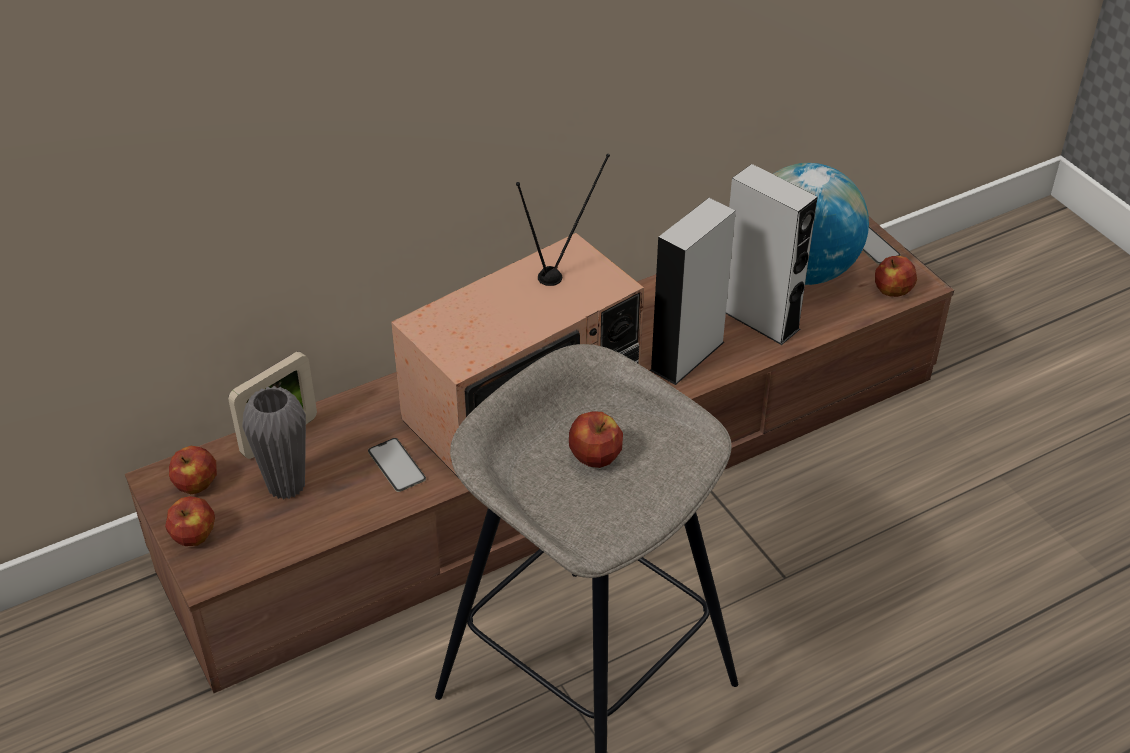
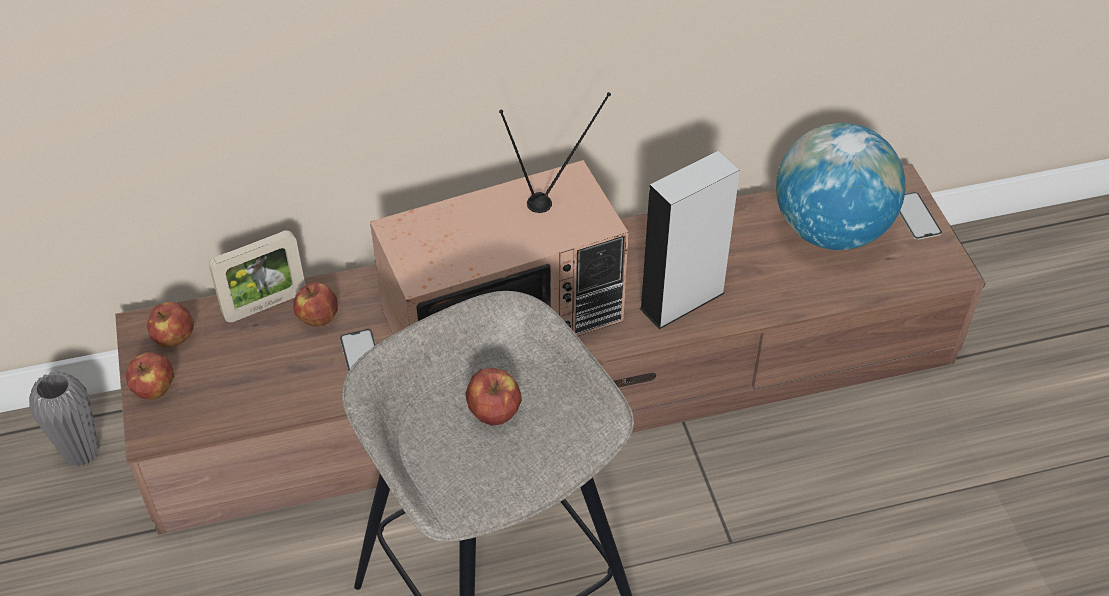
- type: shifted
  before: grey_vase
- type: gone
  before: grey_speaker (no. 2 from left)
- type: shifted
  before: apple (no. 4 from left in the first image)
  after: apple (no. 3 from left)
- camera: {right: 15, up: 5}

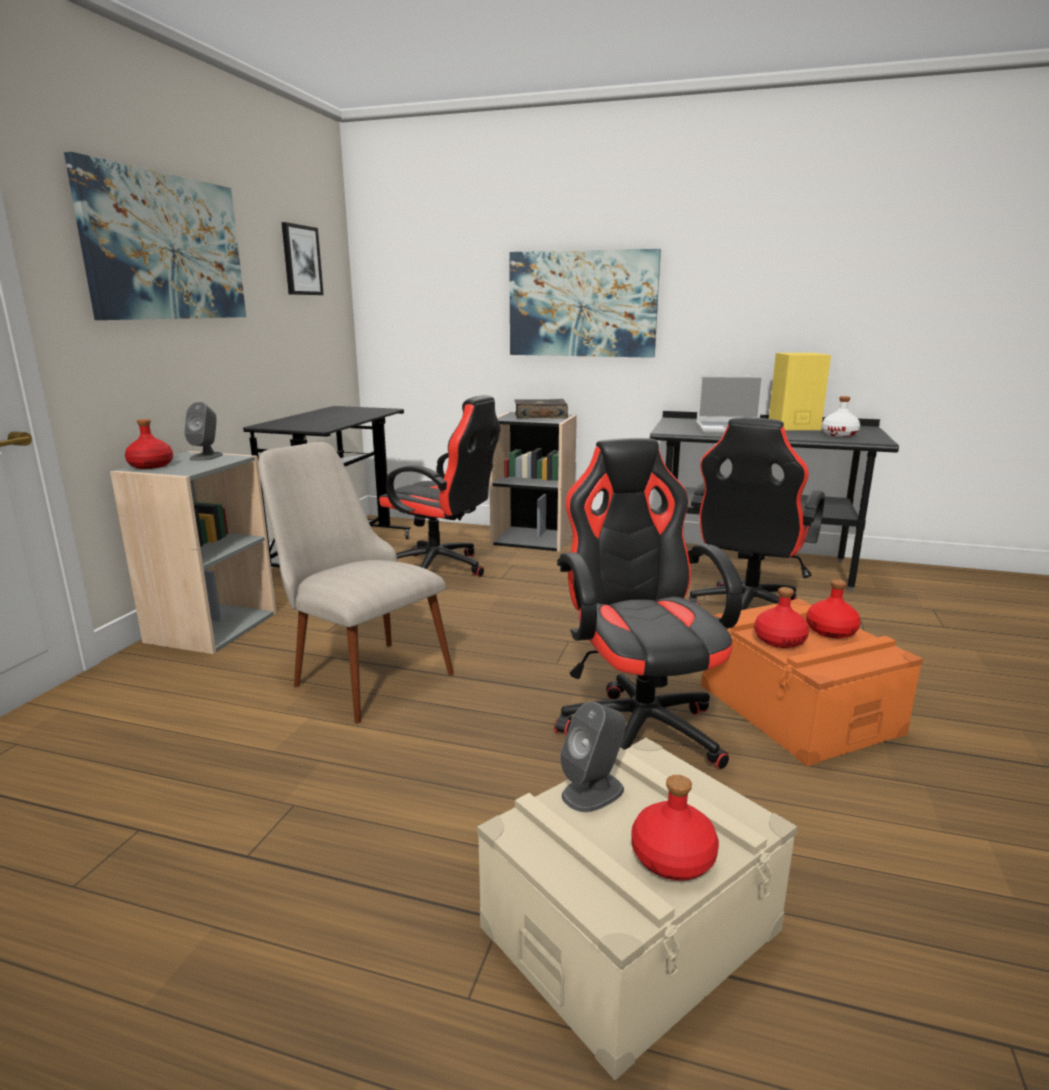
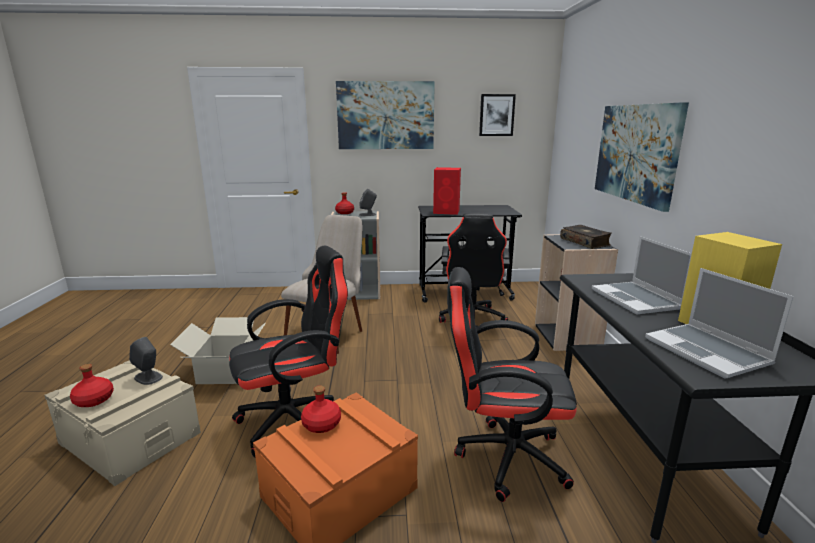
- type: gone
  before: red_bottle (no. 4 from left)
- type: swapped
  before: white_bottle
  after: laptop (no. 2 from left)
- type: new
  after: cardboard_box
- type: new
  after: red_speaker
- camera: {right: 70, up: 0}

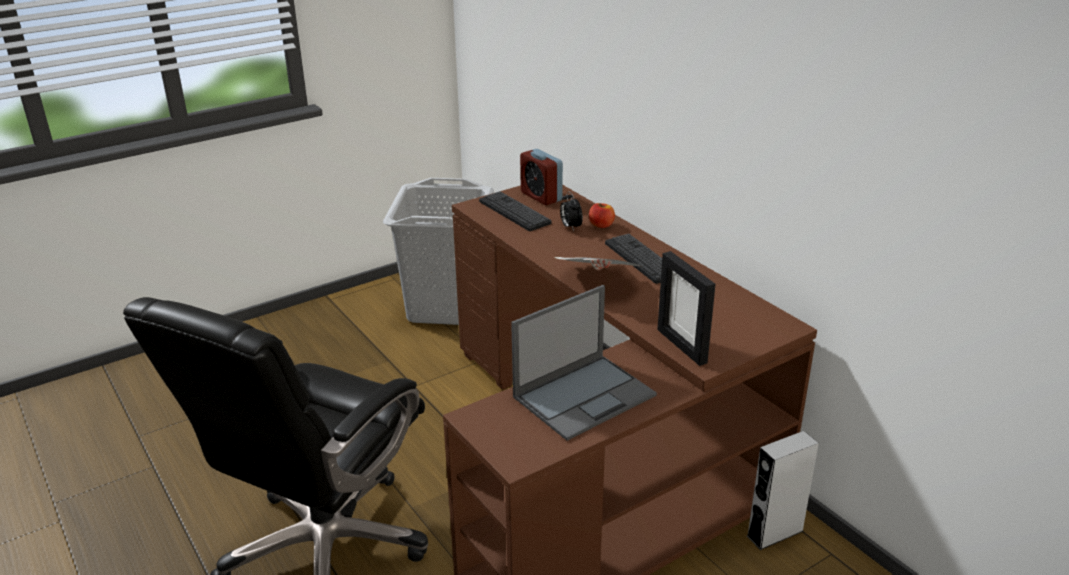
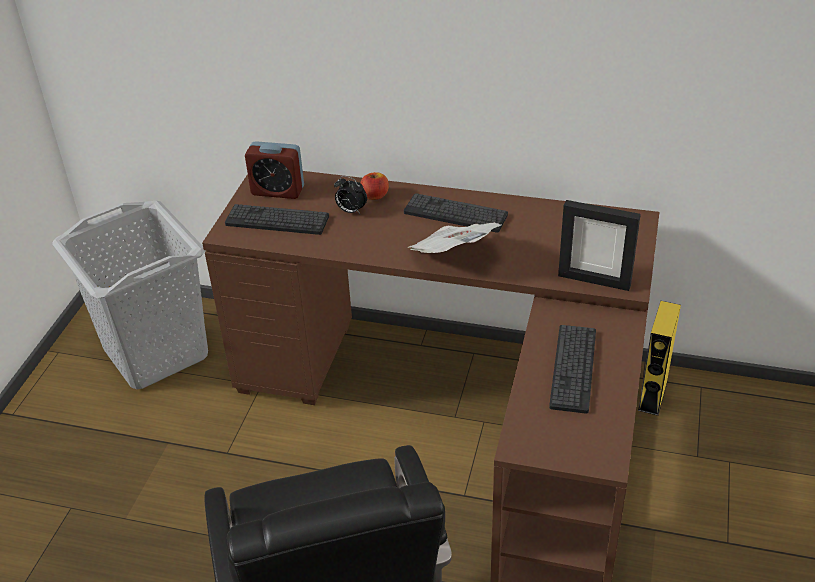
- type: swapped
  before: laptop
  after: keyboard (no. 3 from left)
- type: repainted
  before: grey_speaker
  after: yellow_speaker
- camera: {right: -40, up: 10}

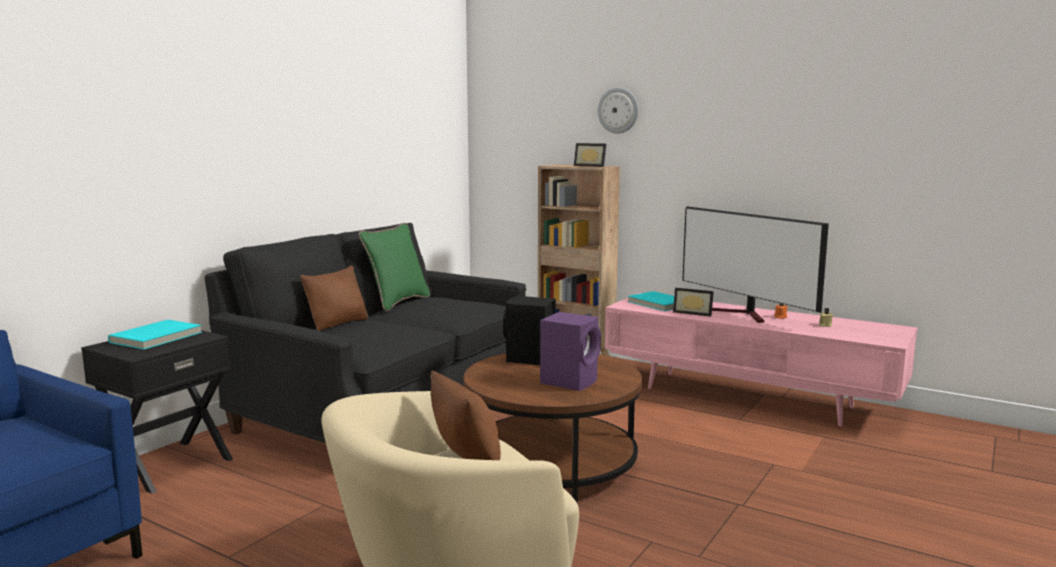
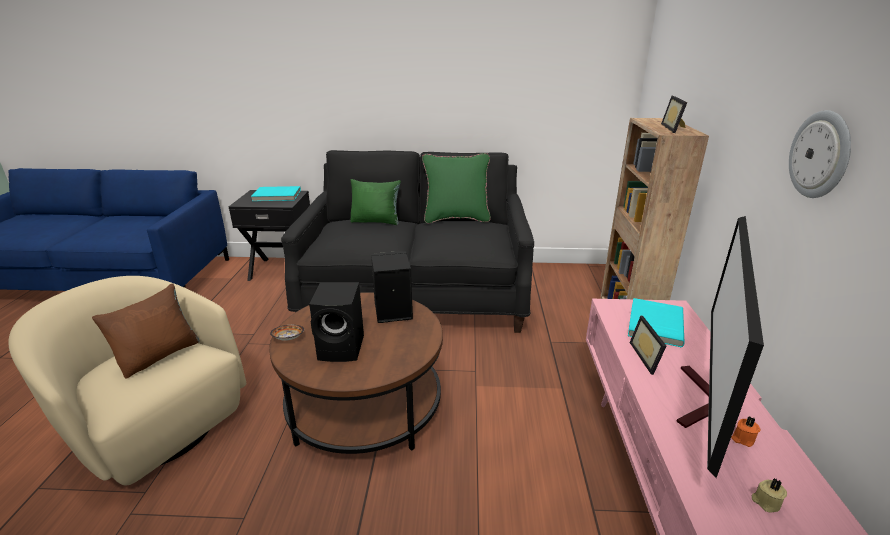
- type: repainted
  before: brown_pillow (no. 1 from left)
  after: green_pillow (no. 1 from left)
- type: repainted
  before: purple_speaker
  after: black_speaker (no. 1 from left)
- type: shifted
  before: wall_clock
- type: new
  after: bowl
- camera: {right: 60, up: 15}

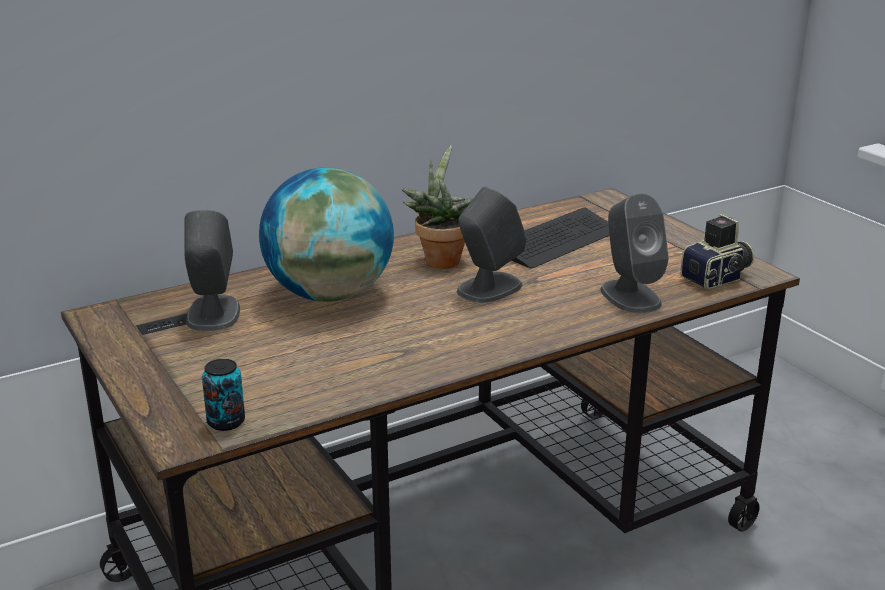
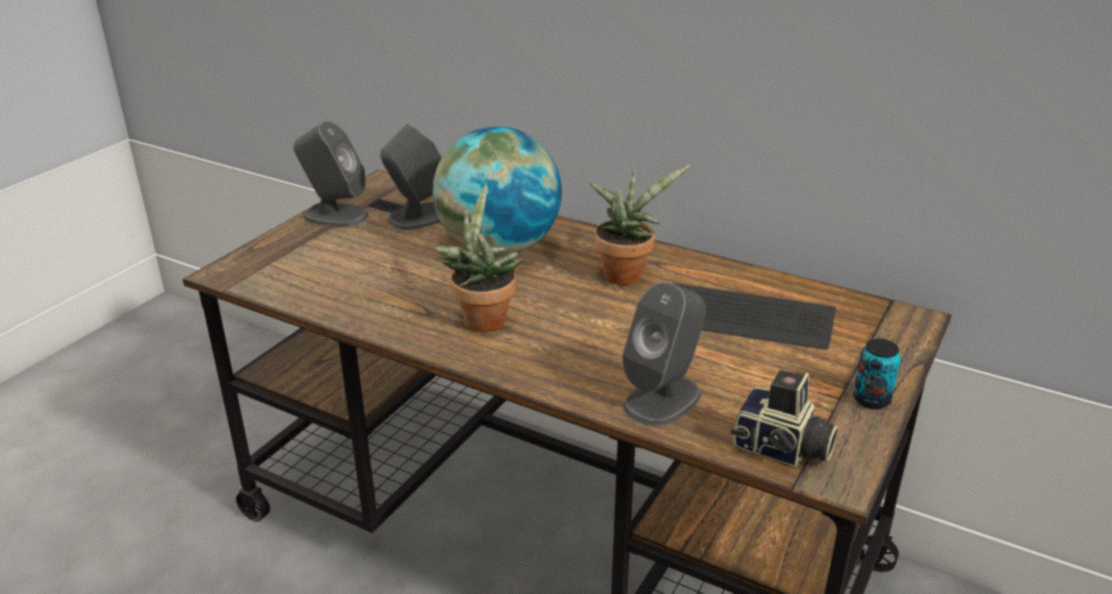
- type: shifted
  before: can
- type: shifted
  before: grey_speaker (no. 2 from left in the first image)
  after: grey_speaker (no. 1 from left)
- type: new
  after: potted_plant (no. 1 from left)
- camera: {right: 60, up: 5}

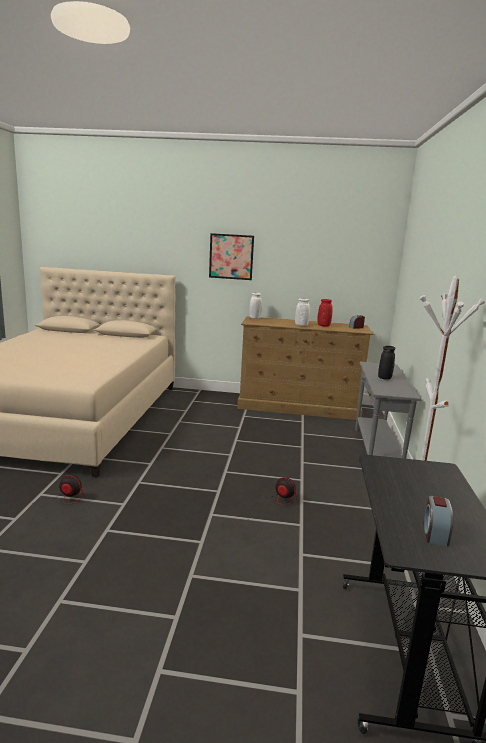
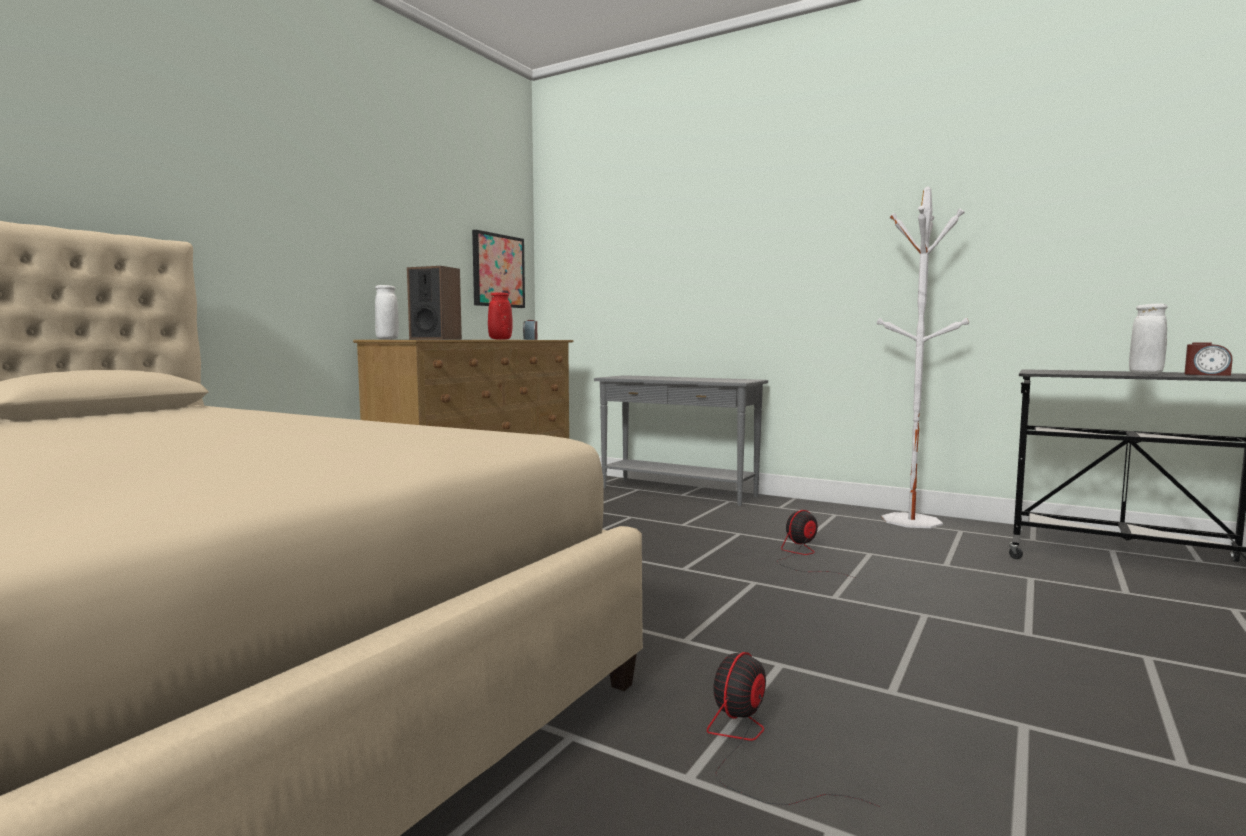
- type: shifted
  before: picture
- type: shifted
  before: white_vase (no. 2 from left)
- type: gone
  before: black_vase
- type: new
  after: speaker
- camera: {right: -65, up: -10}

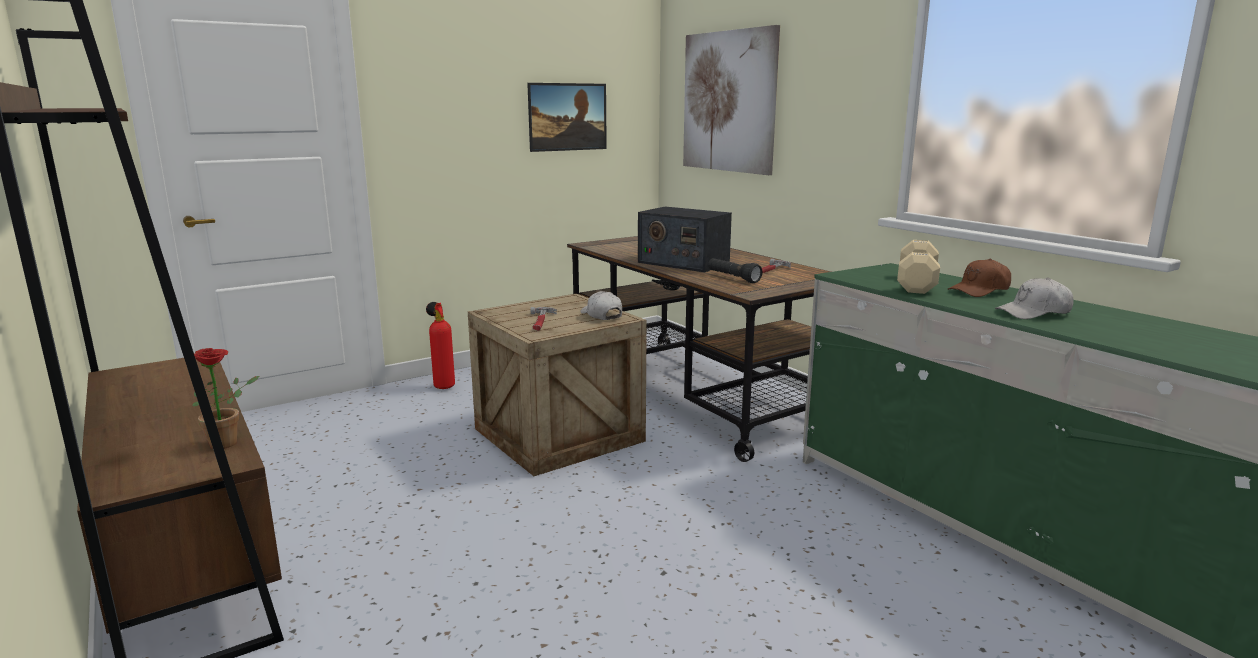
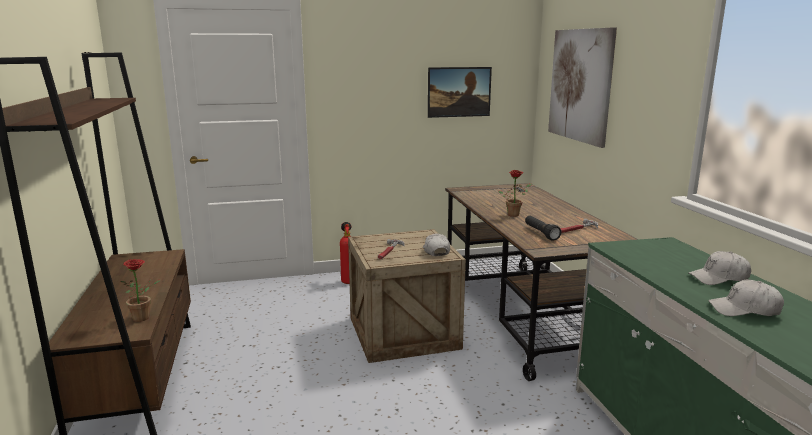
- type: swapped
  before: radio
  after: potted_plant (no. 2 from left)
- type: gone
  before: beige_dumbbell
- type: repainted
  before: brown_cap
  after: white_cap (no. 2 from left)
- camera: {right: 20, up: 0}

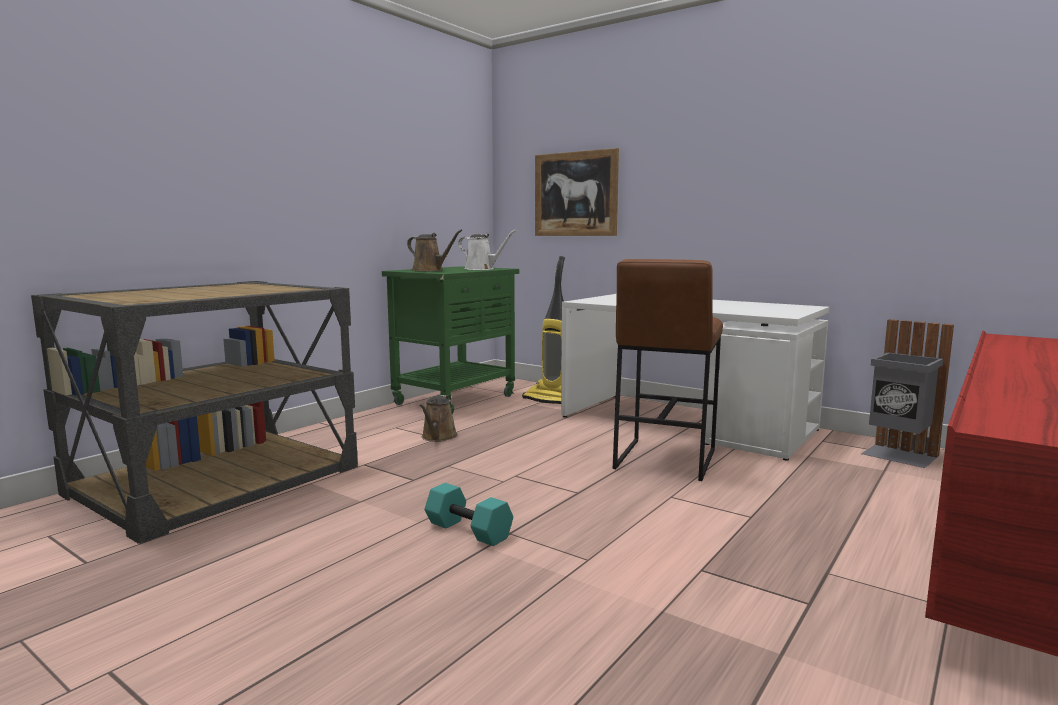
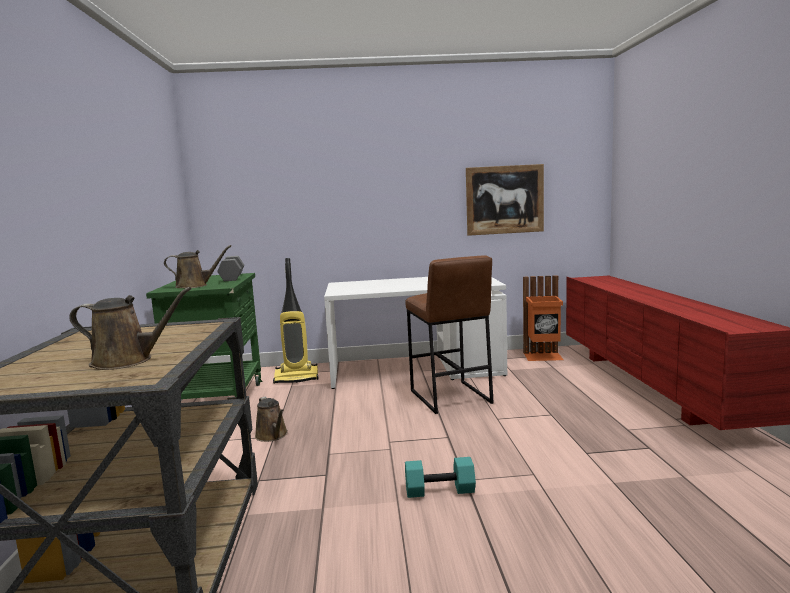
- type: swapped
  before: white_watering_can
  after: grey_dumbbell
- type: shifted
  before: picture
- type: repainted
  before: grey_trash_can
  after: orange_trash_can
- type: new
  after: brown_watering_can (no. 1 from left)
- camera: {right: -40, up: 0}

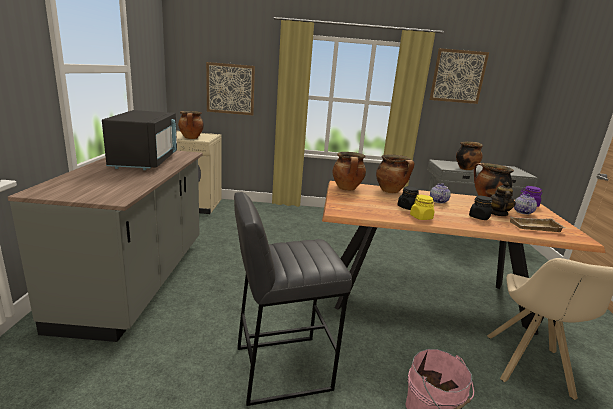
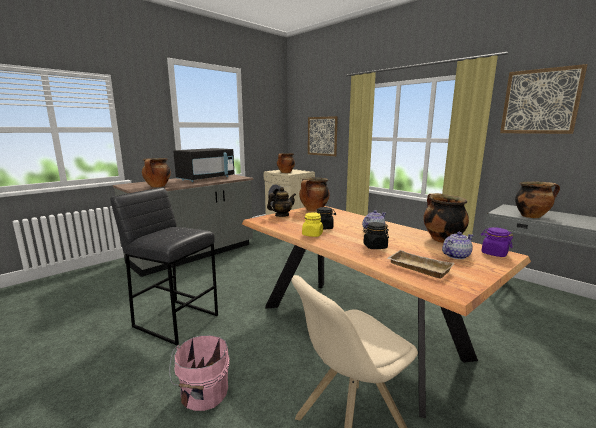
- type: shifted
  before: cooking_pot (no. 3 from left in the first image)
  after: cooking_pot (no. 1 from left)
- type: shifted
  before: teapot (no. 2 from left in the first image)
  after: teapot (no. 1 from left)
- camera: {right: 45, up: -5}

